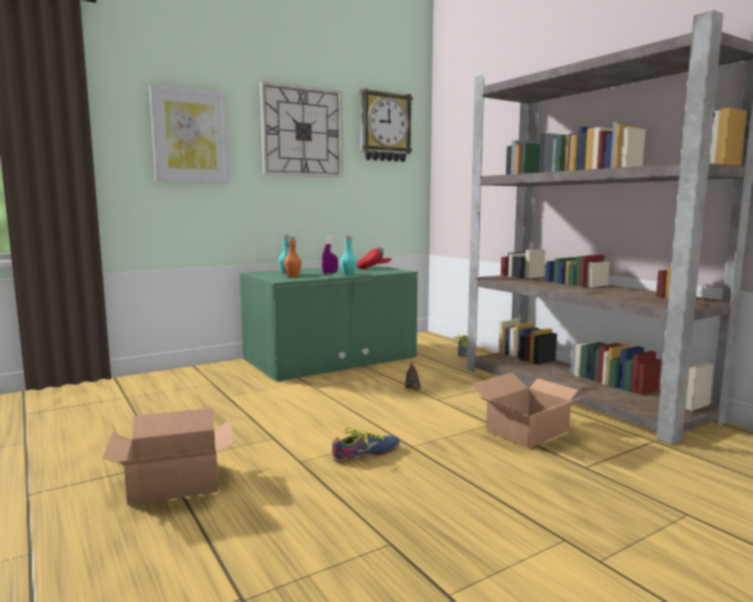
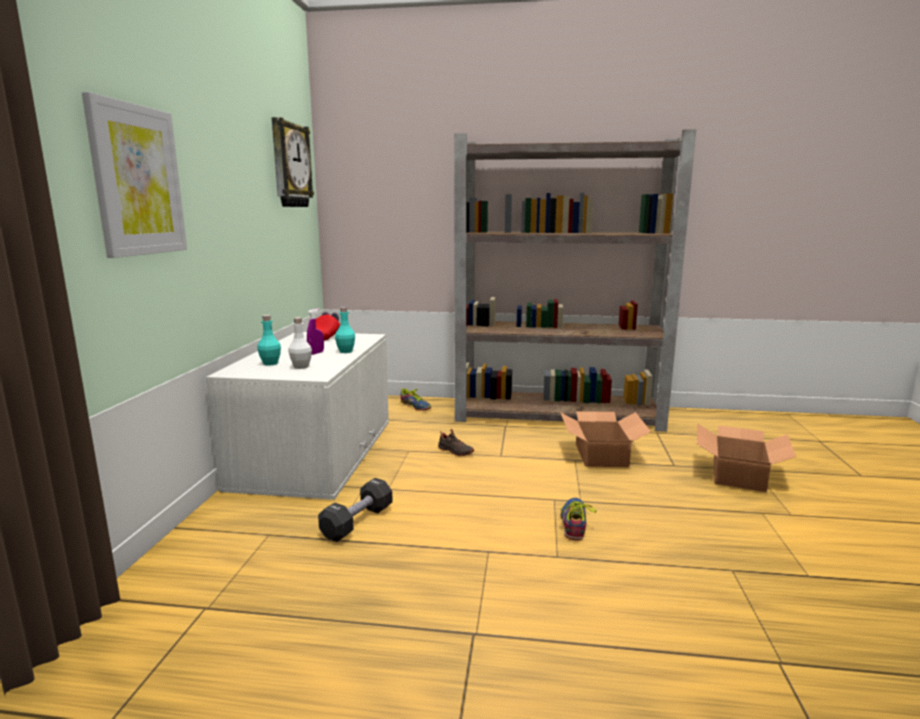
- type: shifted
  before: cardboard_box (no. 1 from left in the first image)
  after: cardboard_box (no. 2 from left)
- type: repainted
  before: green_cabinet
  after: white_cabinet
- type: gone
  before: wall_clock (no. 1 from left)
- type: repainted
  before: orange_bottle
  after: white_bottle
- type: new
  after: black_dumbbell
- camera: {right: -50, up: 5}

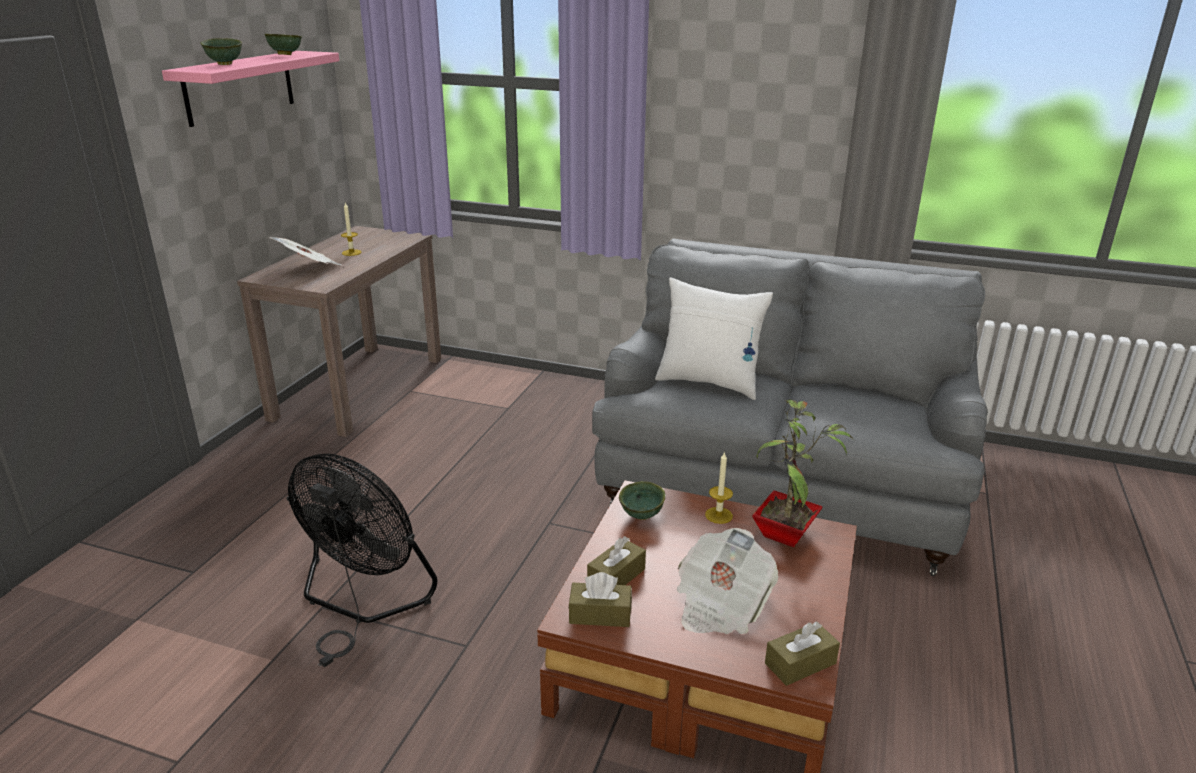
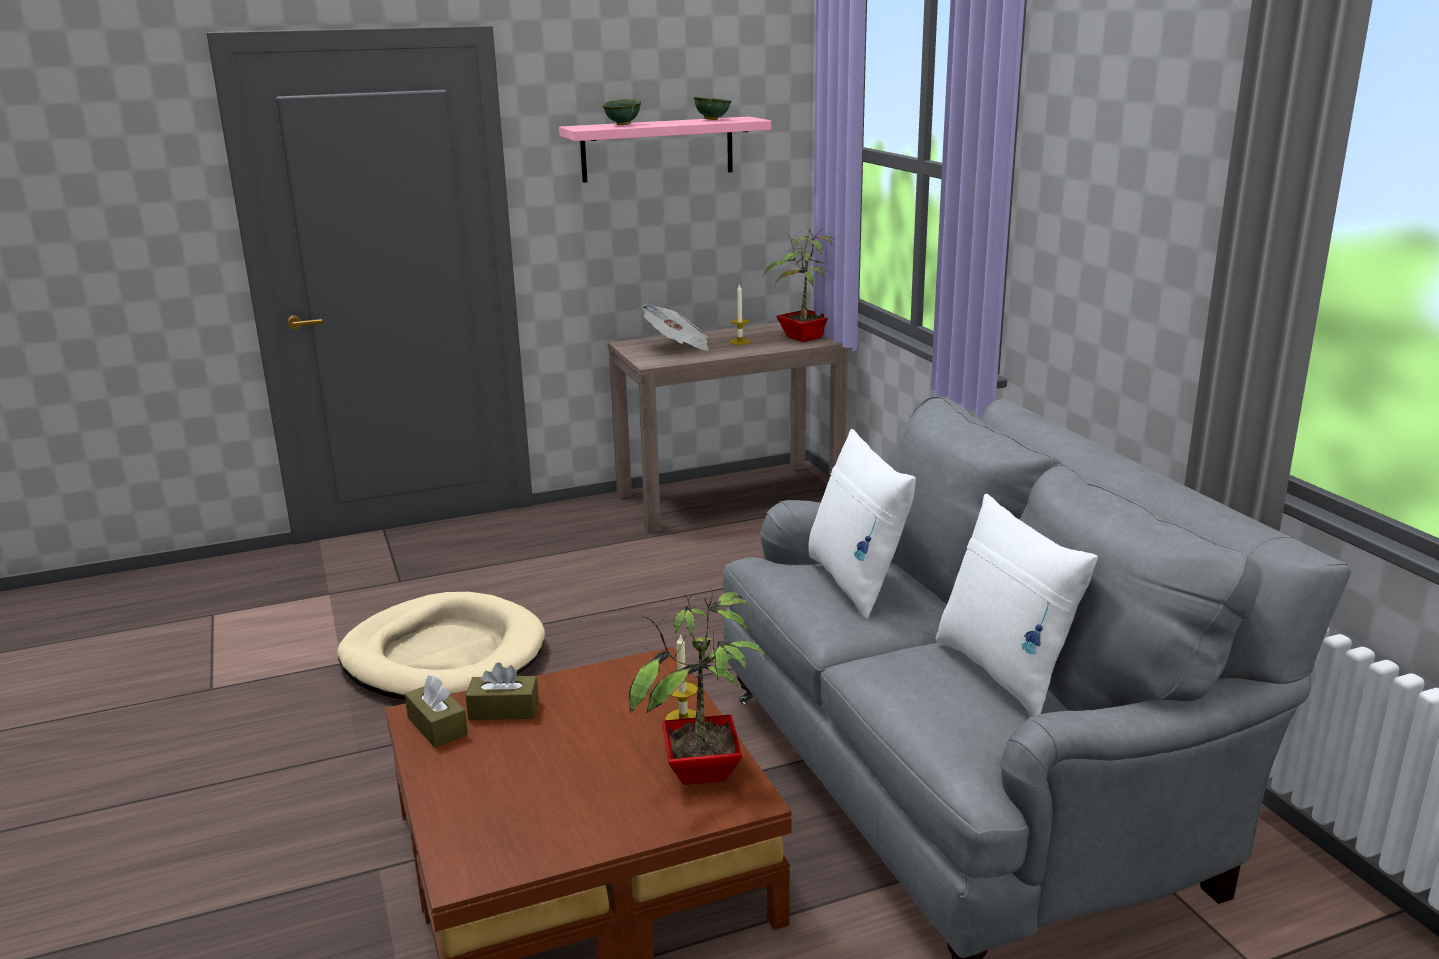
- type: swapped
  before: black_fan
  after: beige_dog_bed
- type: gone
  before: green_bowl (no. 3 from left)
- type: gone
  before: newspaper (no. 2 from left)
- type: gone
  before: brown_tissue_box (no. 3 from left)
- type: new
  after: potted_plant (no. 2 from left)
- type: new
  after: white_pillow (no. 2 from left)
- camera: {right: 50, up: -5}

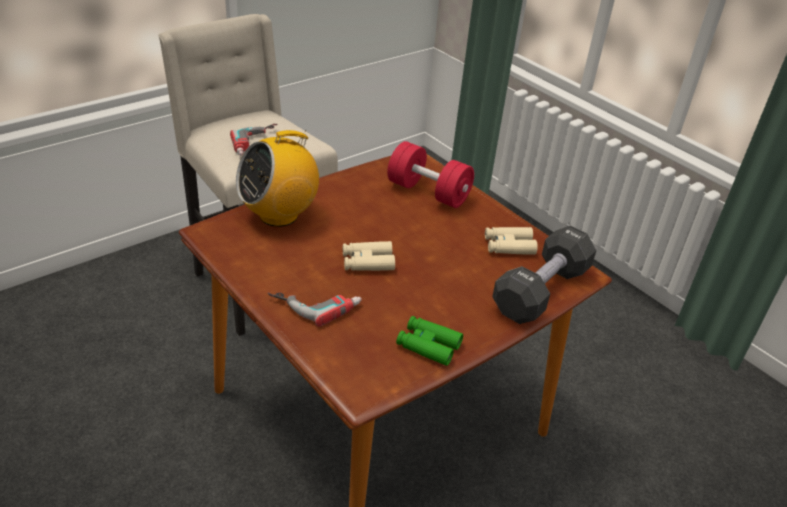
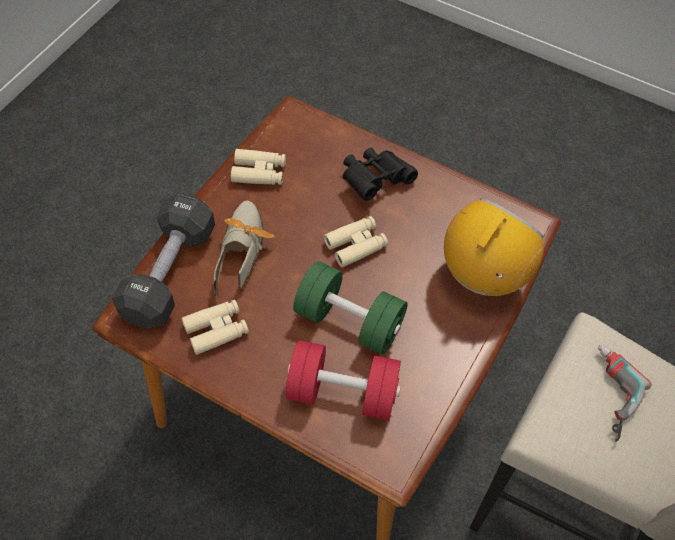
- type: swapped
  before: power_drill (no. 2 from left)
  after: black_binoculars
- type: repainted
  before: green_binoculars
  after: beige_binoculars (no. 2 from left)
- type: new
  after: shoe
- type: new
  after: green_dumbbell
- camera: {right: 160, up: 20}

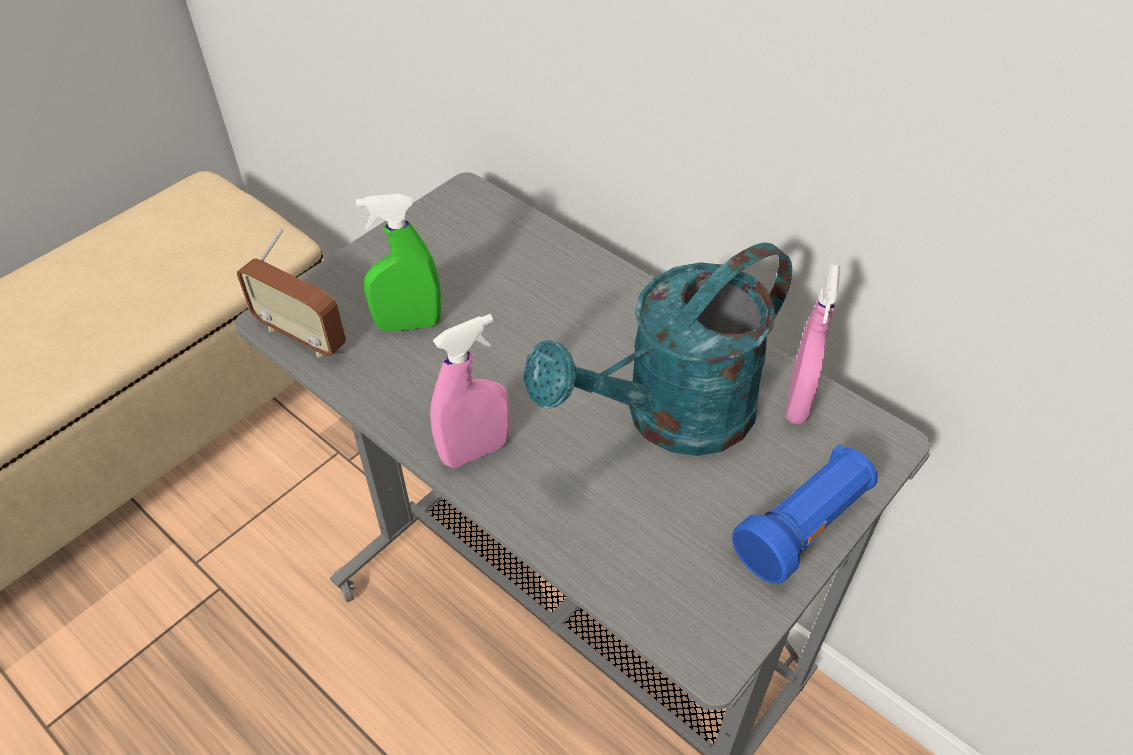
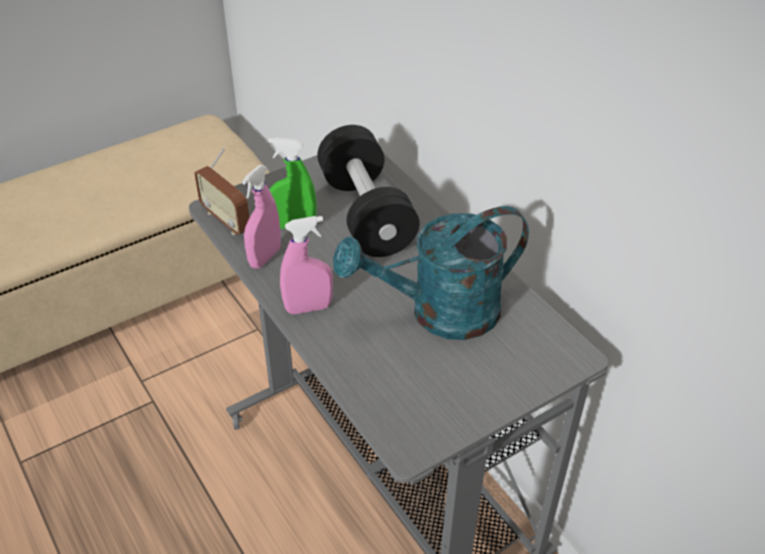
- type: gone
  before: blue_flashlight
- type: shifted
  before: pink_spray_bottle (no. 2 from left in the first image)
  after: pink_spray_bottle (no. 1 from left)
- type: new
  after: black_dumbbell
- camera: {right: 15, up: -5}

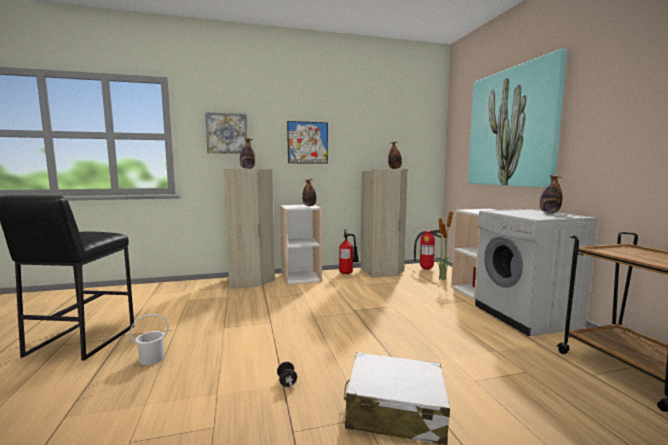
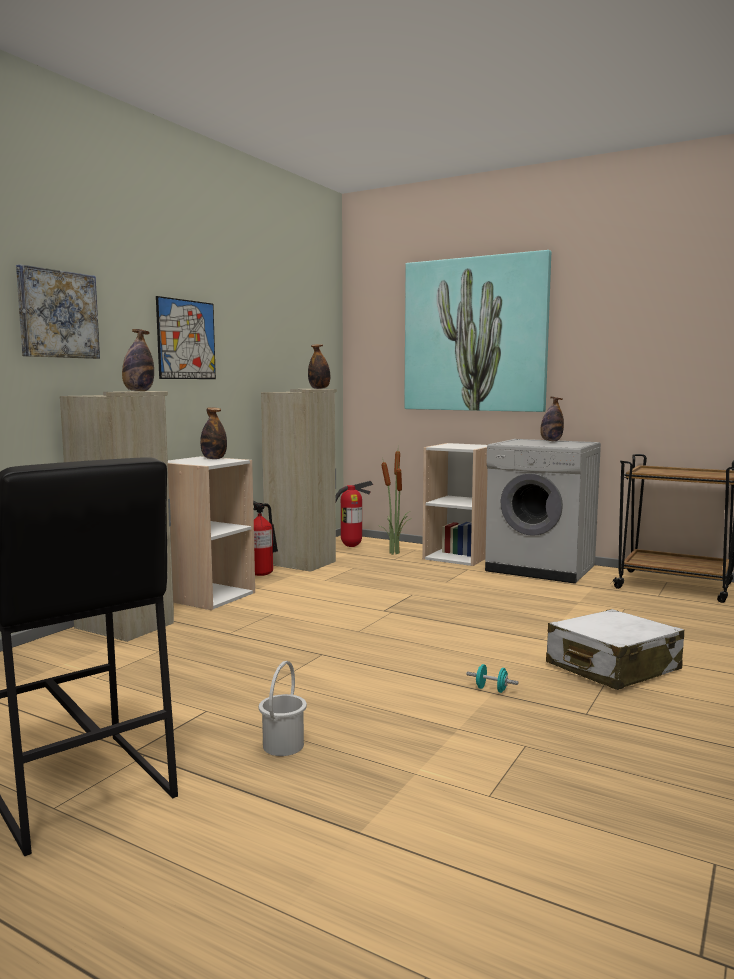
- type: repainted
  before: black_dumbbell
  after: turquoise_dumbbell
- camera: {right: -45, up: 0}

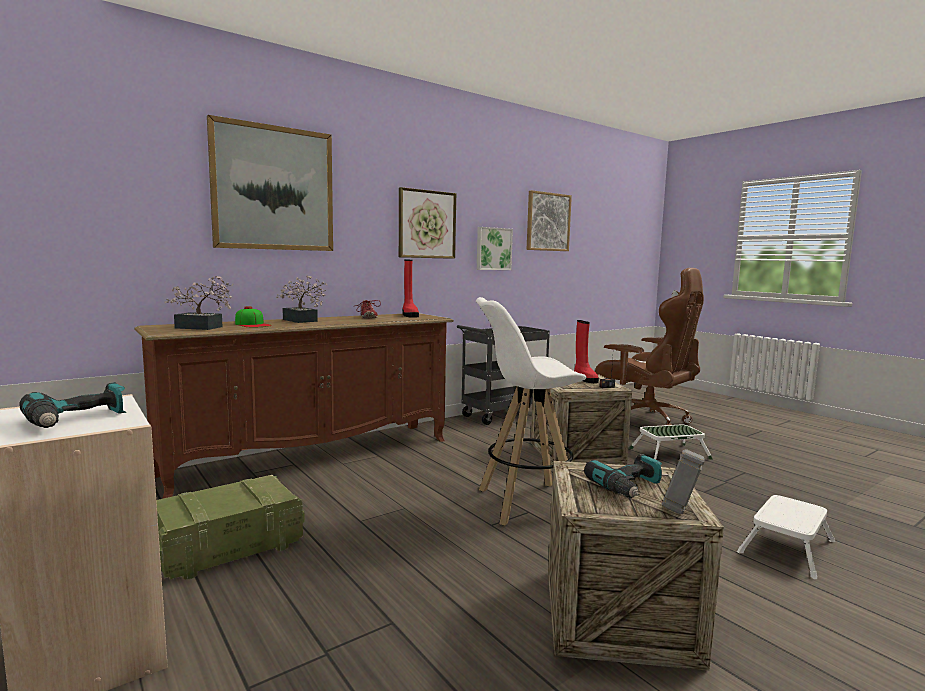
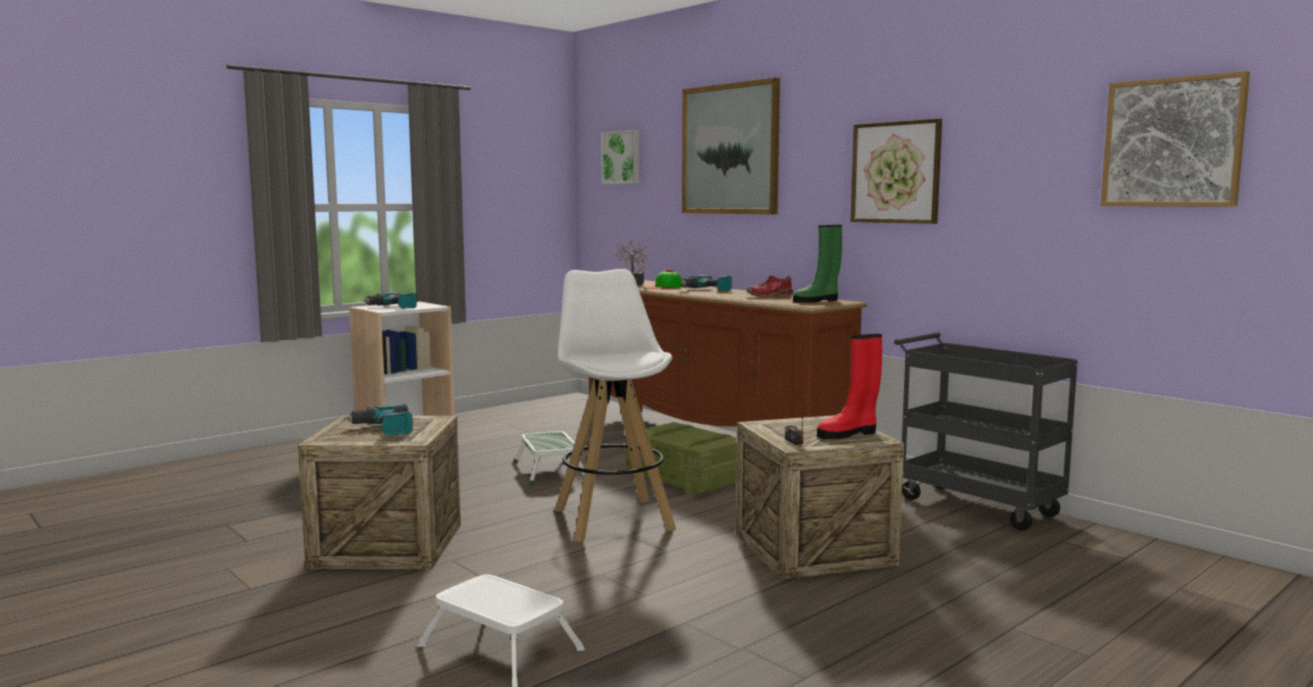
- type: shifted
  before: crate (no. 1 from left in the first image)
  after: crate (no. 2 from left)
- type: swapped
  before: potted_plant (no. 2 from left)
  after: power_drill (no. 3 from left)
- type: repainted
  before: red_boot (no. 1 from left)
  after: green_boot
- type: shifted
  before: picture (no. 3 from left in the first image)
  after: picture (no. 1 from left)
- type: gone
  before: brown_office_chair
- type: shifted
  before: green_step_ladder
- type: gone
  before: hammer
- camera: {right: 85, up: 0}

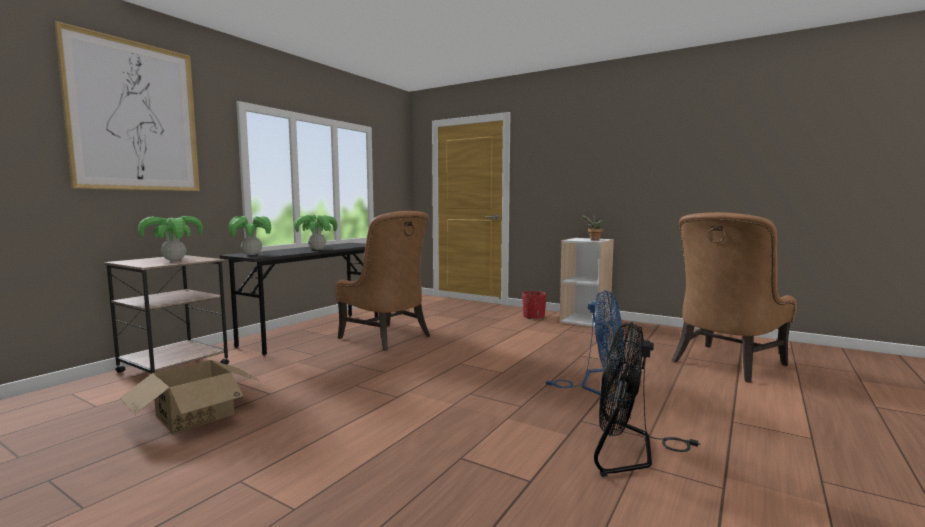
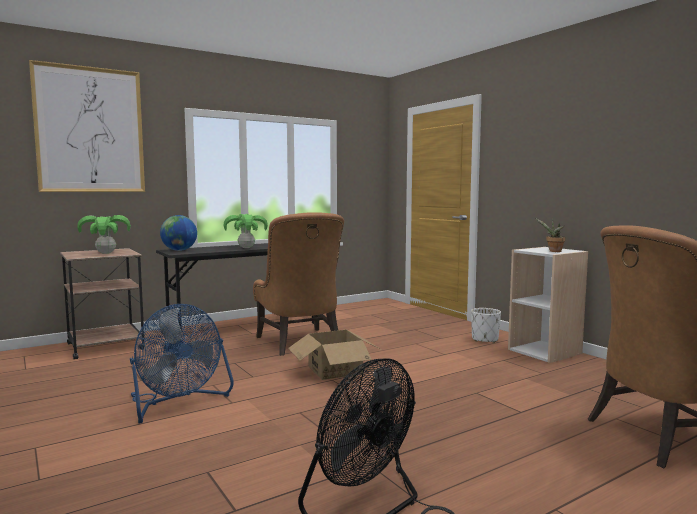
- type: shifted
  before: cardboard_box
- type: swapped
  before: potted_plant (no. 2 from left)
  after: globe
- type: repainted
  before: red_planter
  after: white_planter
- type: shifted
  before: blue_fan
- camera: {right: 25, up: 0}

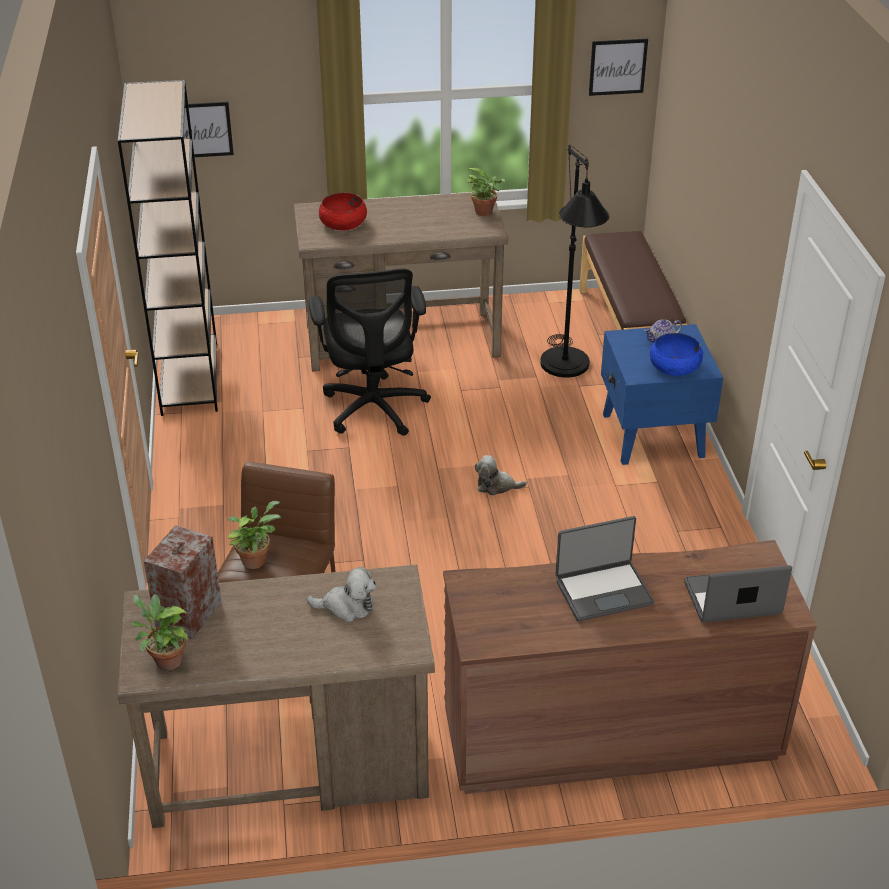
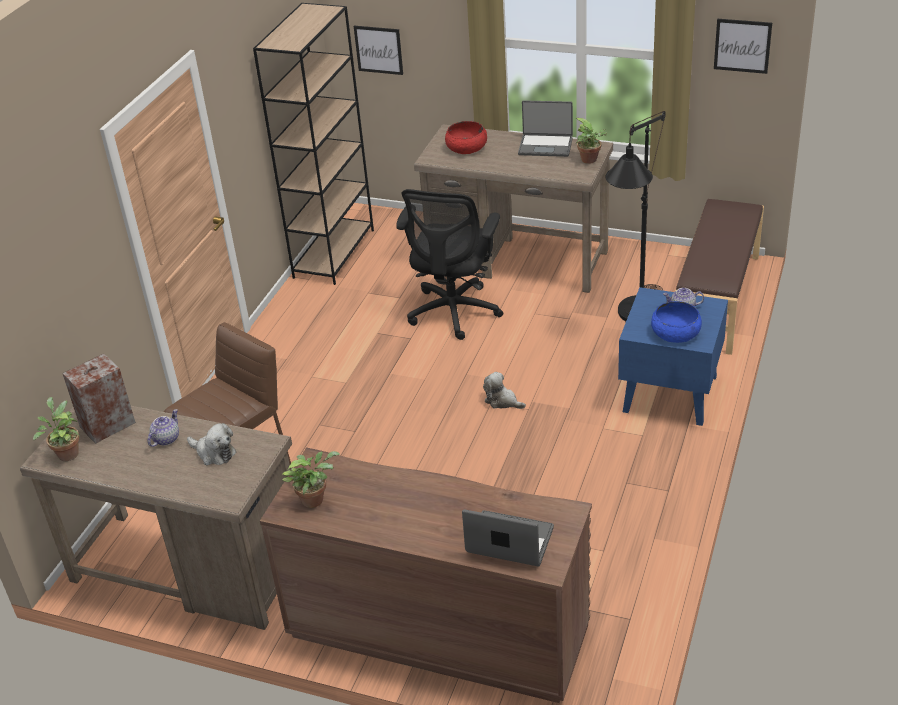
- type: shifted
  before: potted_plant (no. 2 from left)
- type: shifted
  before: laptop (no. 1 from left in the first image)
  after: laptop (no. 2 from left)
- type: new
  after: teapot (no. 1 from left)
- camera: {right: 30, up: 0}

